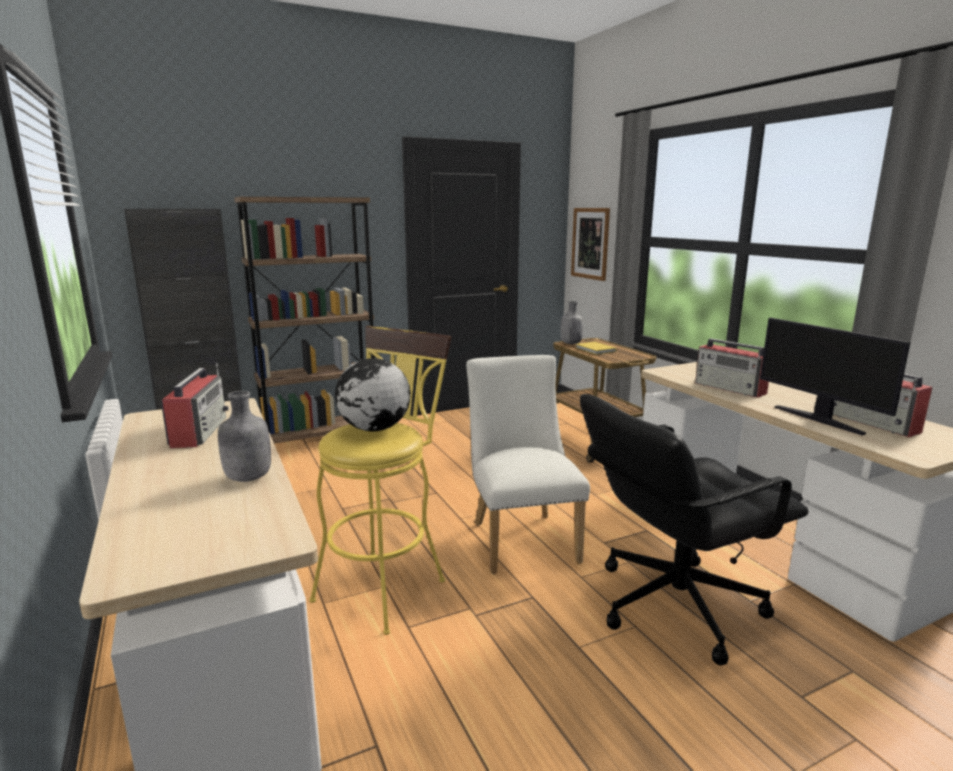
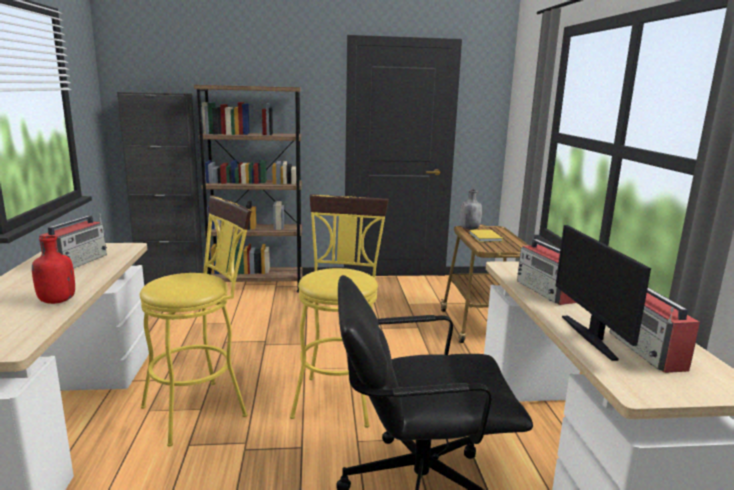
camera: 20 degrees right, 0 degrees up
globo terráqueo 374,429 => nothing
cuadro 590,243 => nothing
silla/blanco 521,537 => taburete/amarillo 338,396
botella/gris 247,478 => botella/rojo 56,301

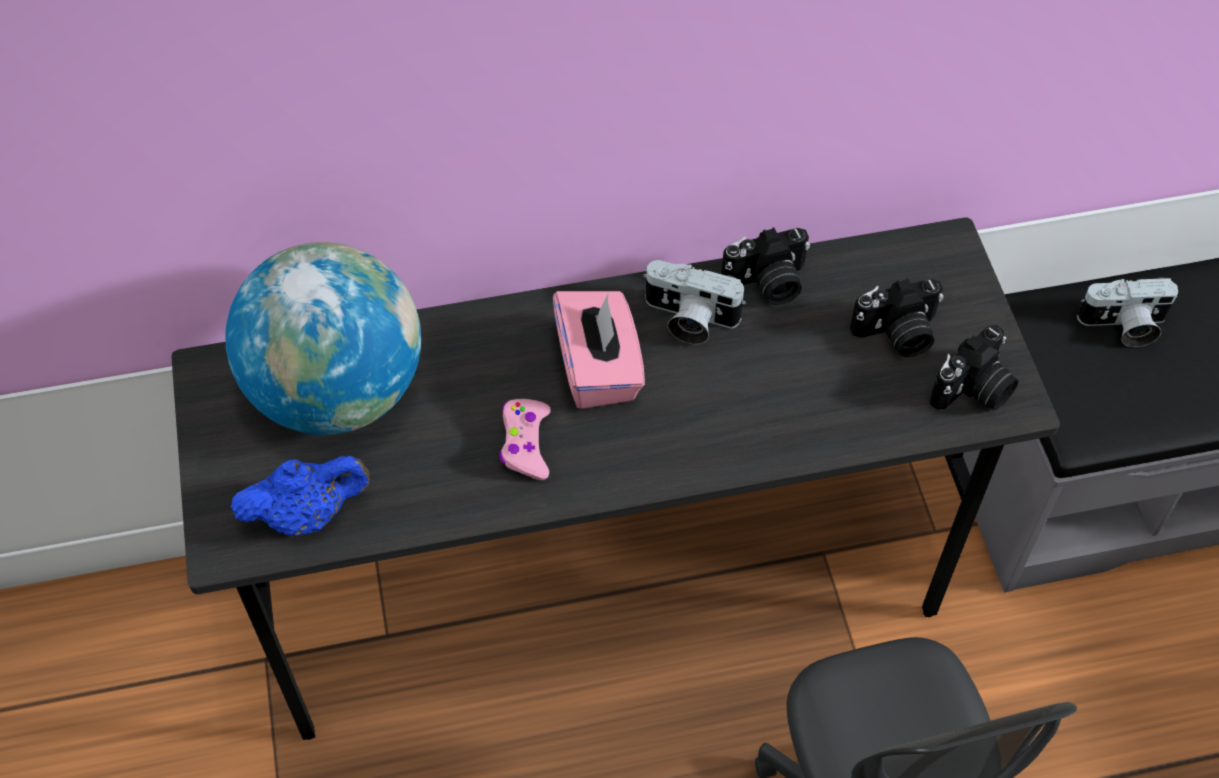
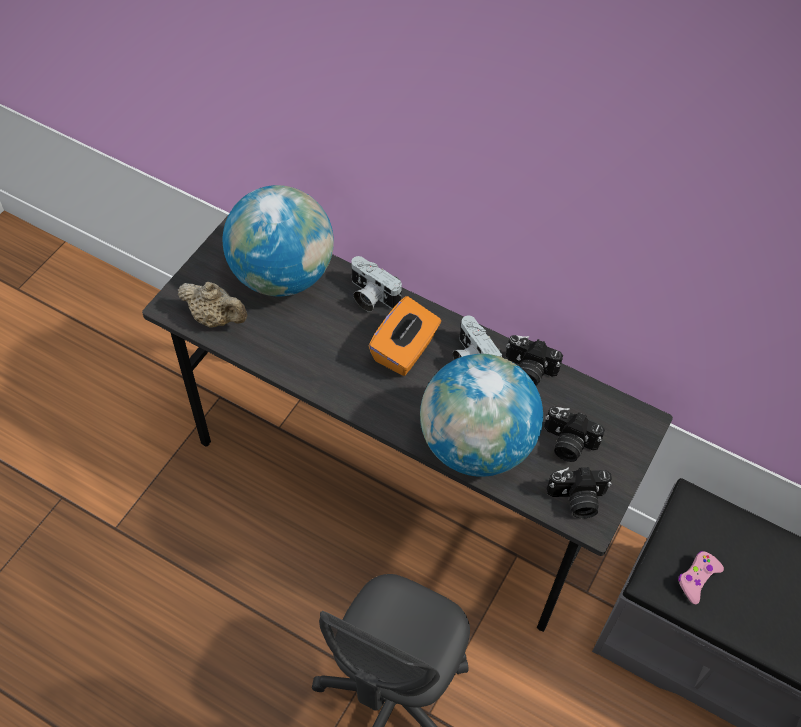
camera: 40 degrees right, 0 degrees up
nothing => globo terráqueo 475,444
mando de consola/rosa 525,444 => mando de consola/rosa 697,578, moved
cámara 1123,326 => cámara 370,296, moved
tetera/azul 308,514 => tetera/beis 216,318
caja de pañuelos/rosa 599,368 => caja de pañuelos/naranja 405,350

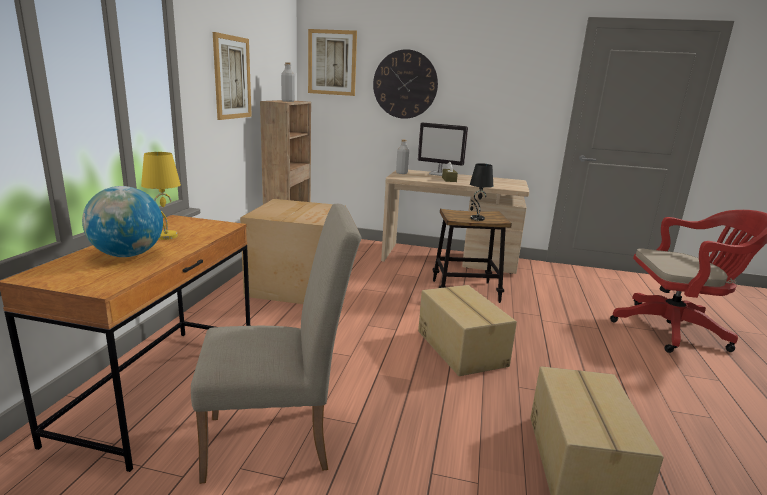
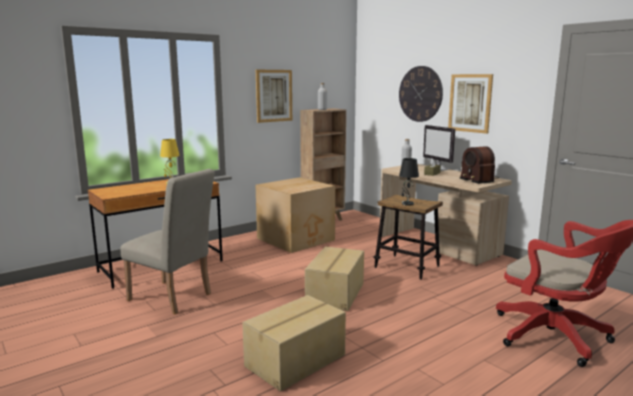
camera: 40 degrees right, 5 degrees down
globo terráqueo 127,255 => nothing
nothing => radio 478,179
cuadro 332,62 => cuadro 470,103, moved

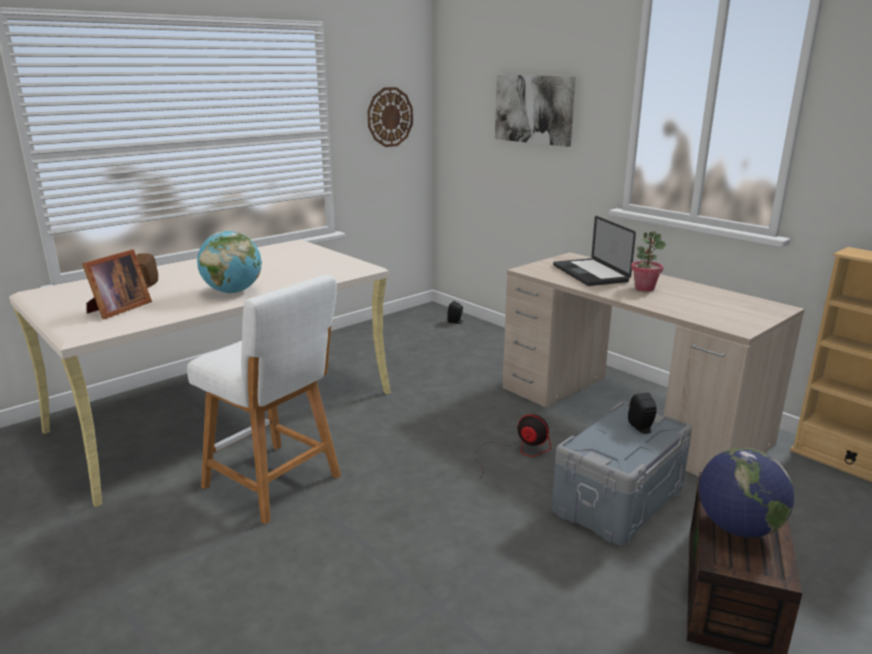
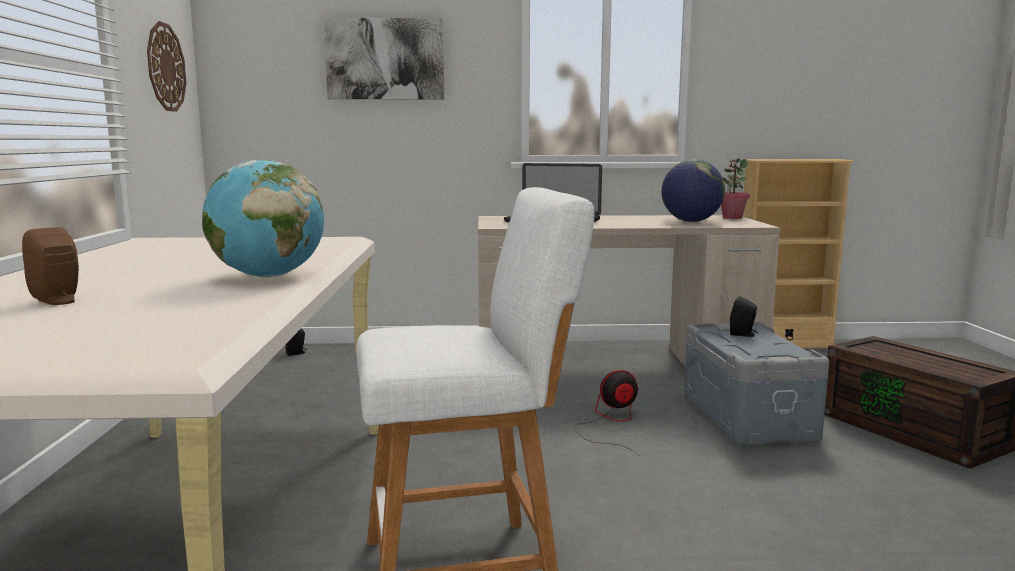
camera: 50 degrees left, 10 degrees down
portarretratos 117,309 => nothing
planta en maceta 644,288 => planta en maceta 732,217, moved
globo terráqueo 738,528 => globo terráqueo 691,221, moved

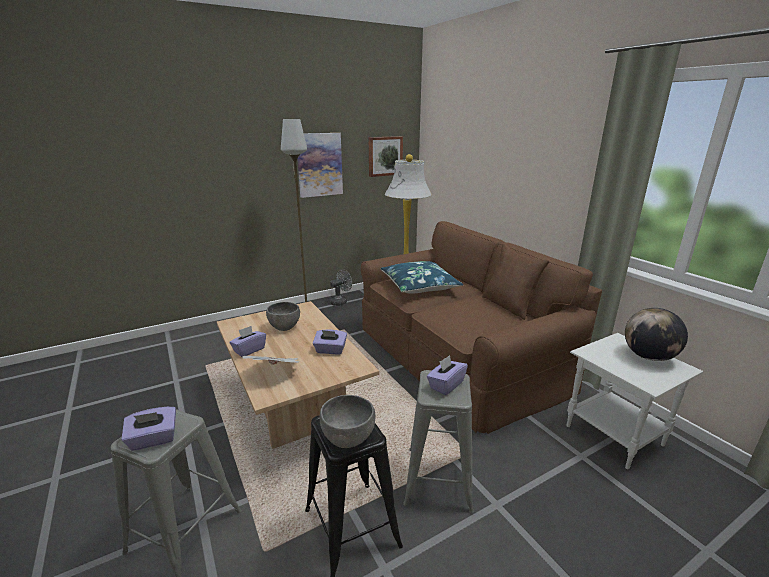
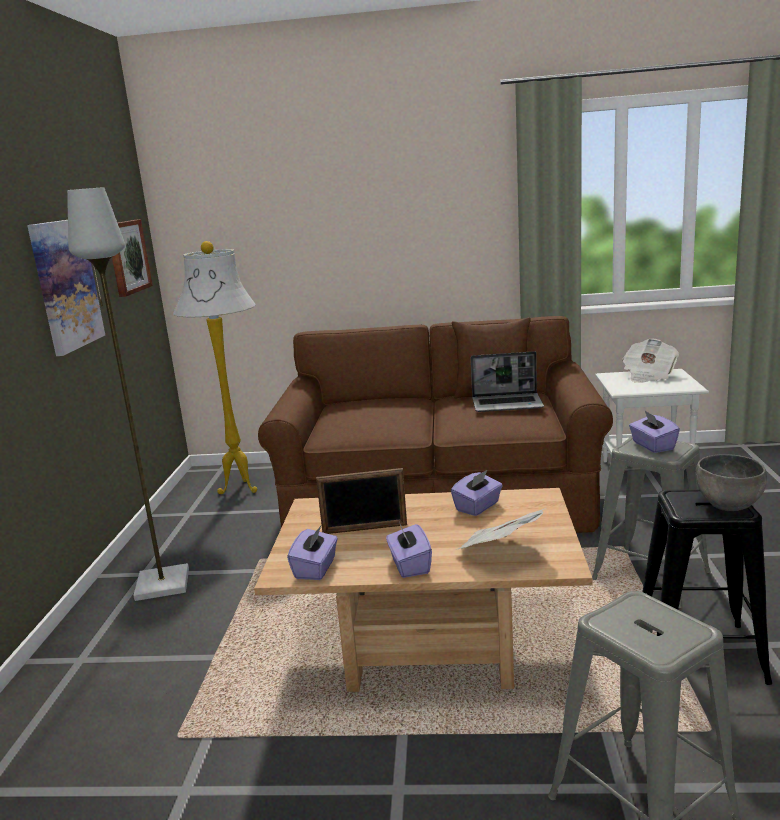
camera: 55 degrees left, 5 degrees down
ventilador/gris 340,301 => nothing
cojín/azul 419,285 => nothing
nothing => portátil 508,404
caja de pañuelos/morado 153,440 => caja de pañuelos/morado 316,568, moved
cuenco/gris 285,327 => portarretratos 365,529
globo terráqueo 648,356 => periódico 648,375

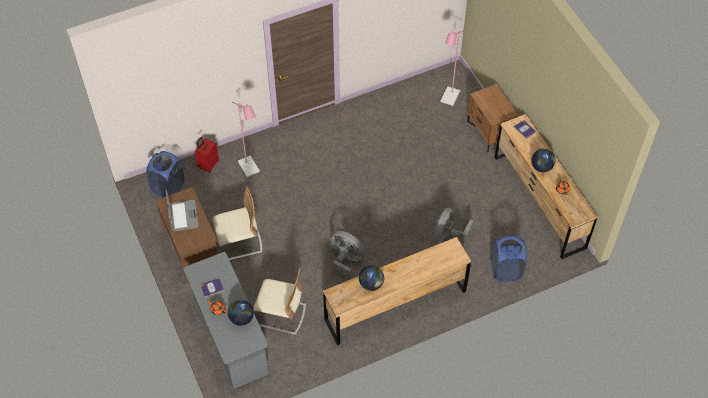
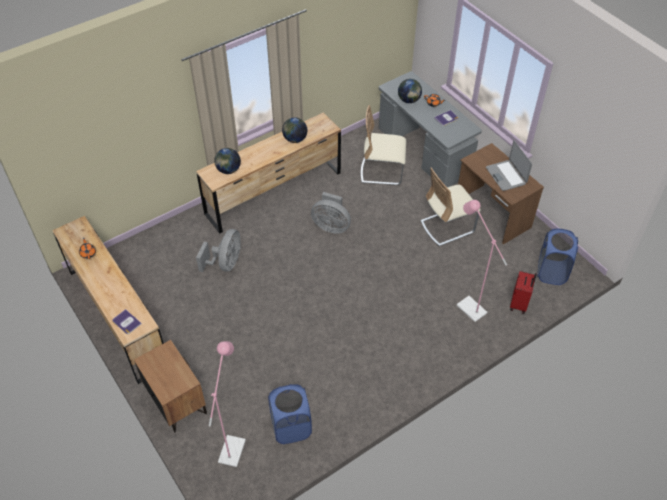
camera: 170 degrees right, 5 degrees down
cesto de la ropa/azul 506,270 => cesto de la ropa/azul 291,427, moved
globo terráqueo 541,167 => globo terráqueo 228,170, moved

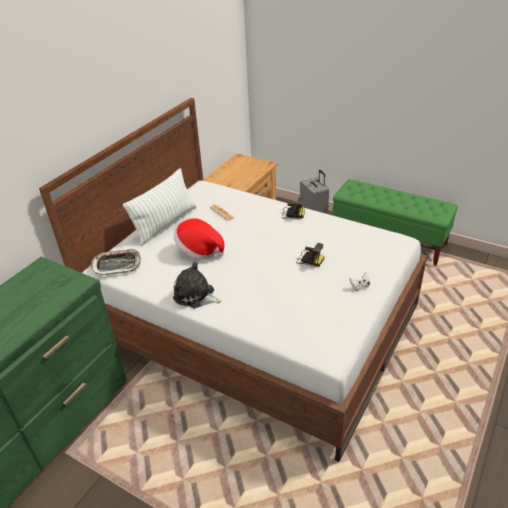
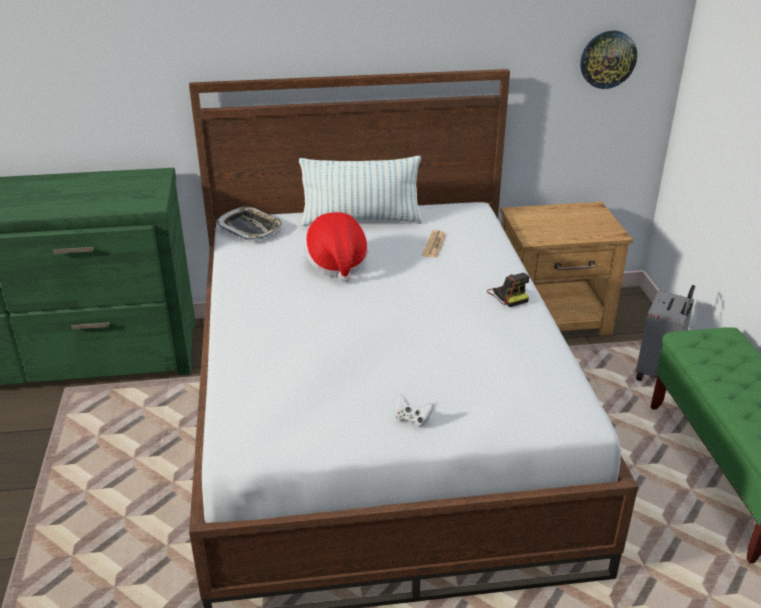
camera: 50 degrees right, 5 degrees down
peluche 196,296 => nothing
cámara 309,259 => nothing
nothing => reloj de pared 607,59

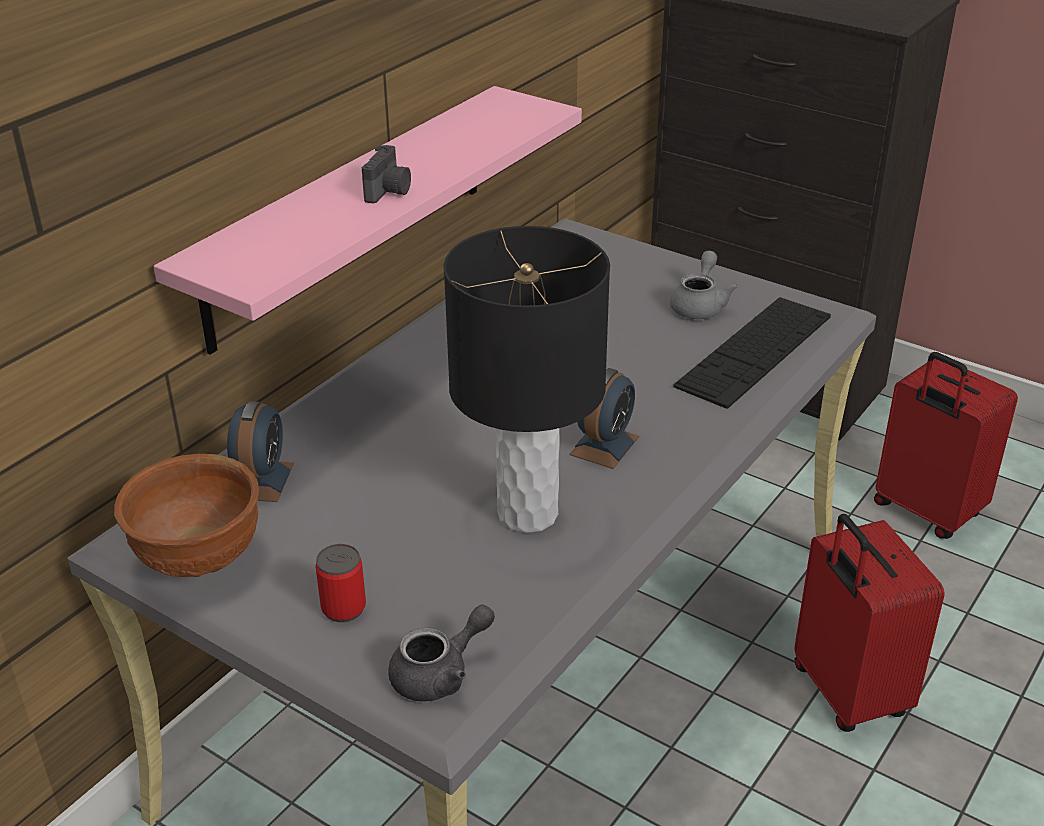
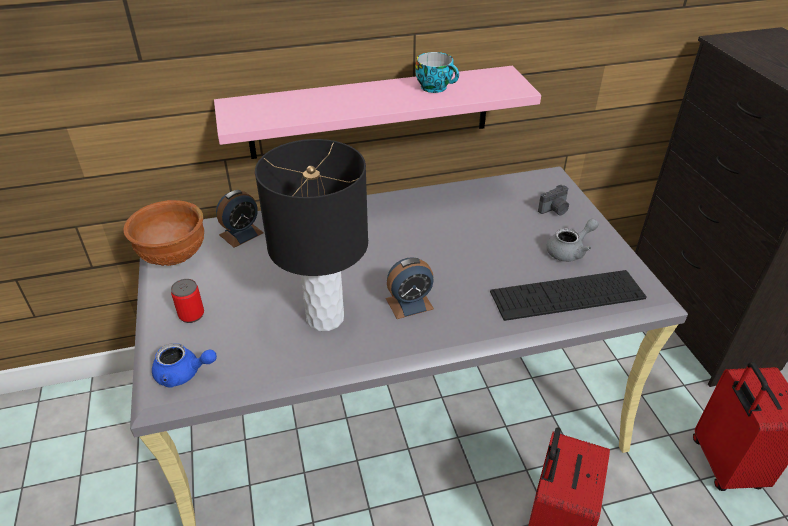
camera: 40 degrees right, 5 degrees up
nothing => taza 436,87
cámara 389,191 => cámara 554,210, moved
tetera/gris 440,674 => tetera/azul 183,374

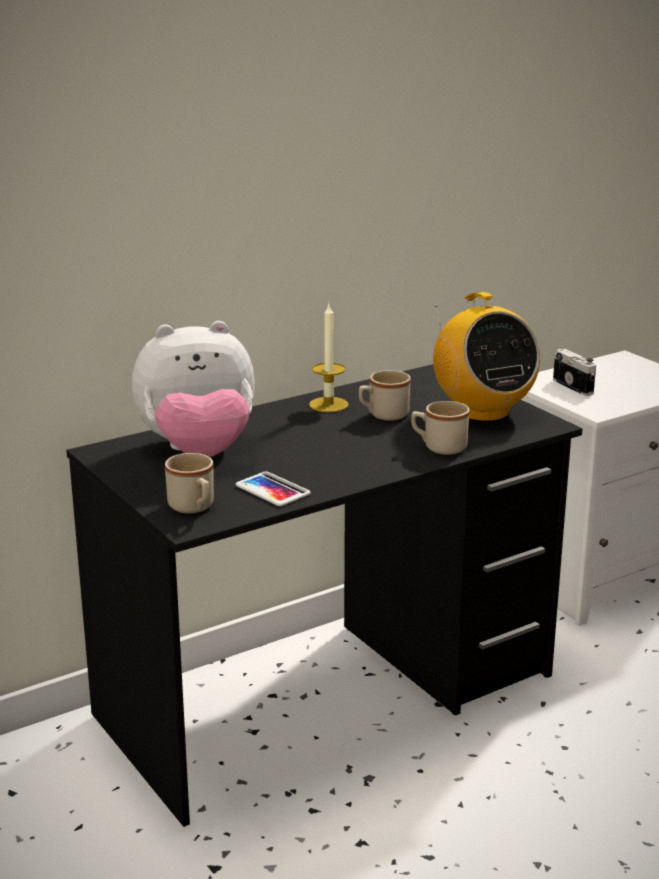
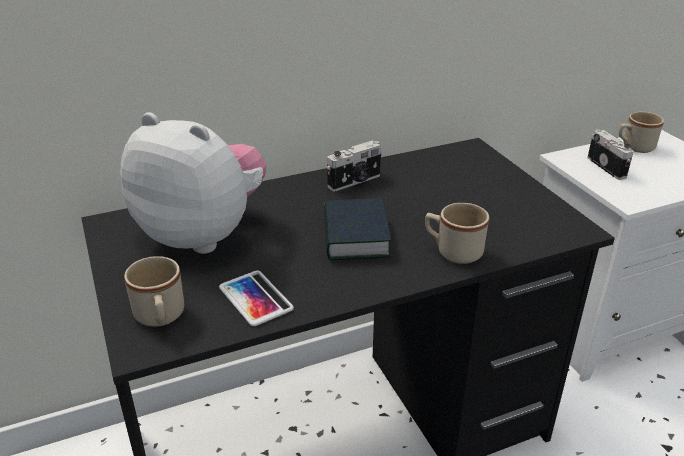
camera: 10 degrees right, 10 degrees up
radio 482,412 => nothing
nothing => libro 355,237
taza grande/beis 383,415 => taza grande/beis 634,147, moved
vela 328,405 => cámara 355,182
peluche 198,452 => peluche 203,234, 150 degrees counterclockwise

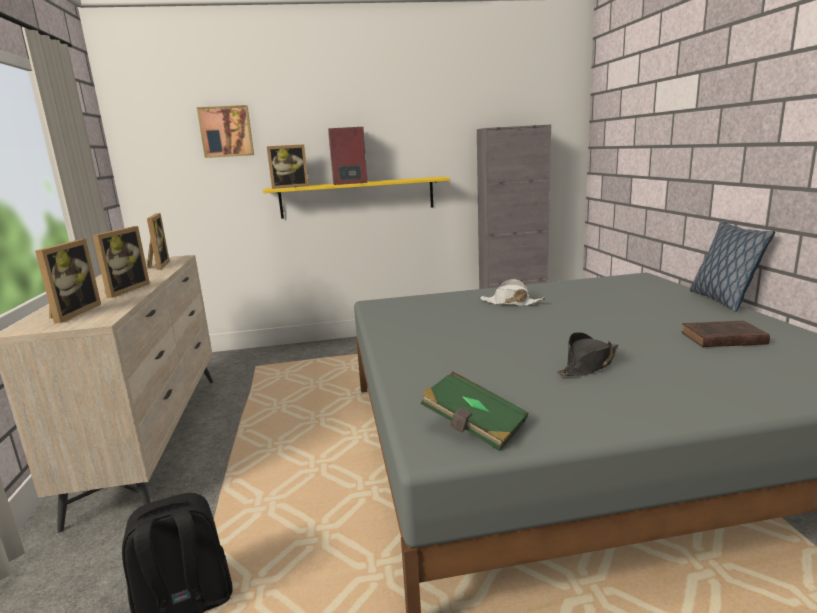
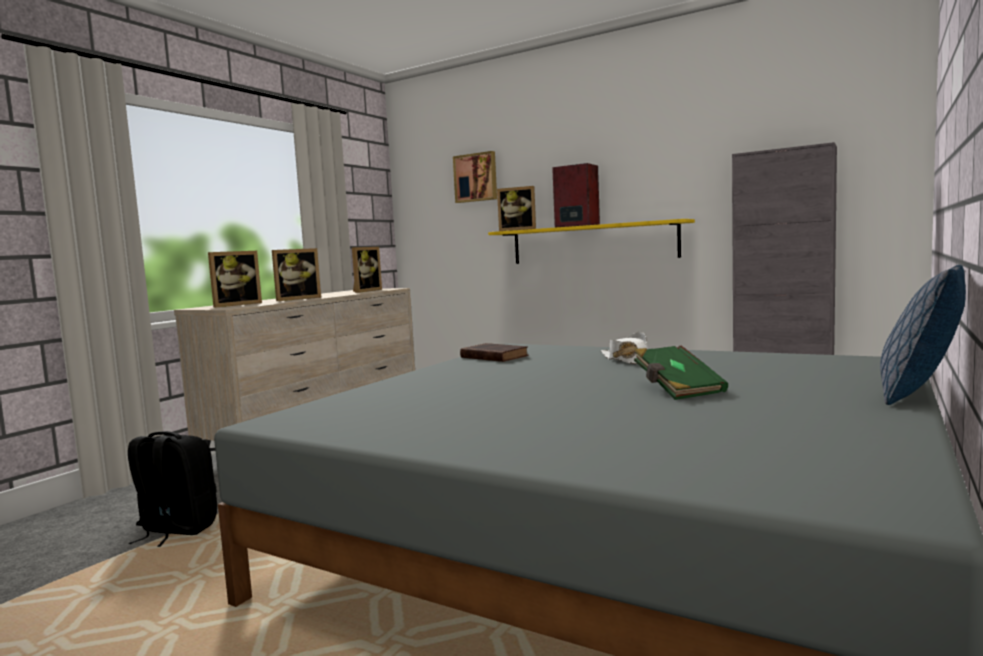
camera: 40 degrees right, 10 degrees down
sombrero/negro 588,365 => nothing
libro/verde 474,427 => libro/verde 677,389, moved
libro/marrón 721,338 => libro/marrón 492,356, moved

